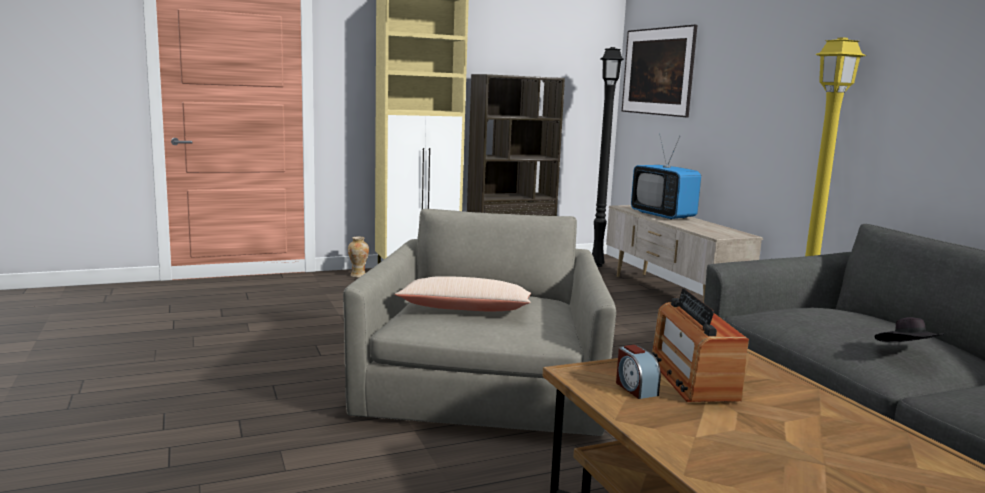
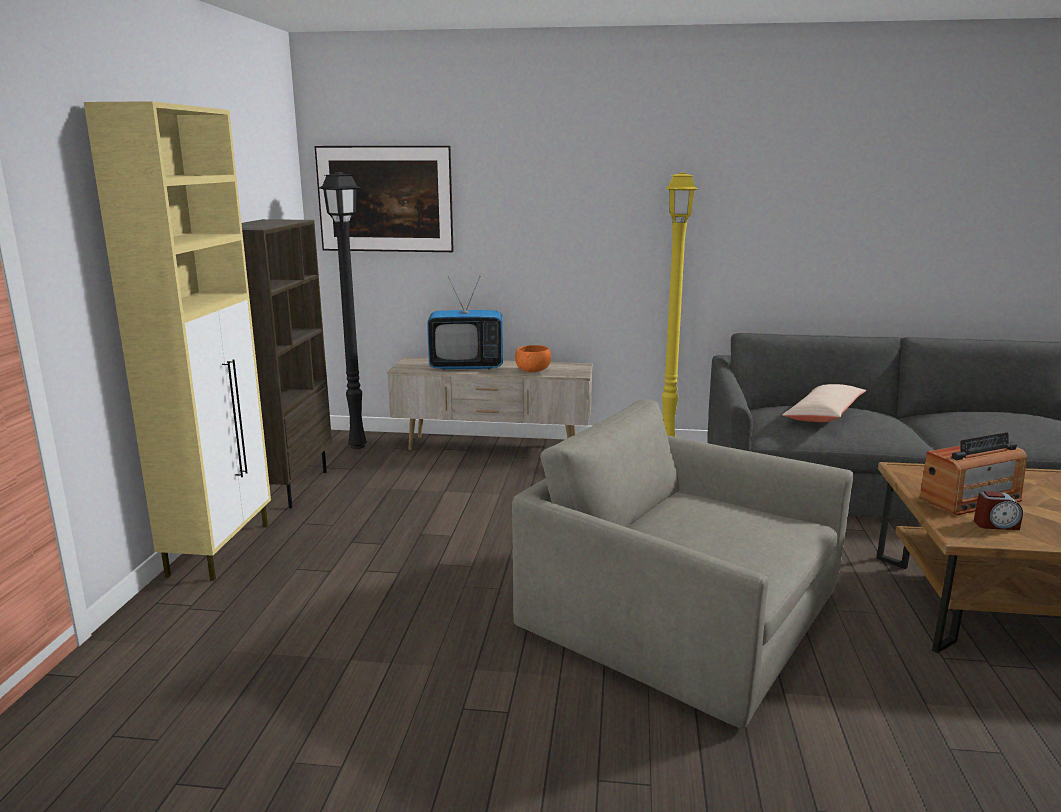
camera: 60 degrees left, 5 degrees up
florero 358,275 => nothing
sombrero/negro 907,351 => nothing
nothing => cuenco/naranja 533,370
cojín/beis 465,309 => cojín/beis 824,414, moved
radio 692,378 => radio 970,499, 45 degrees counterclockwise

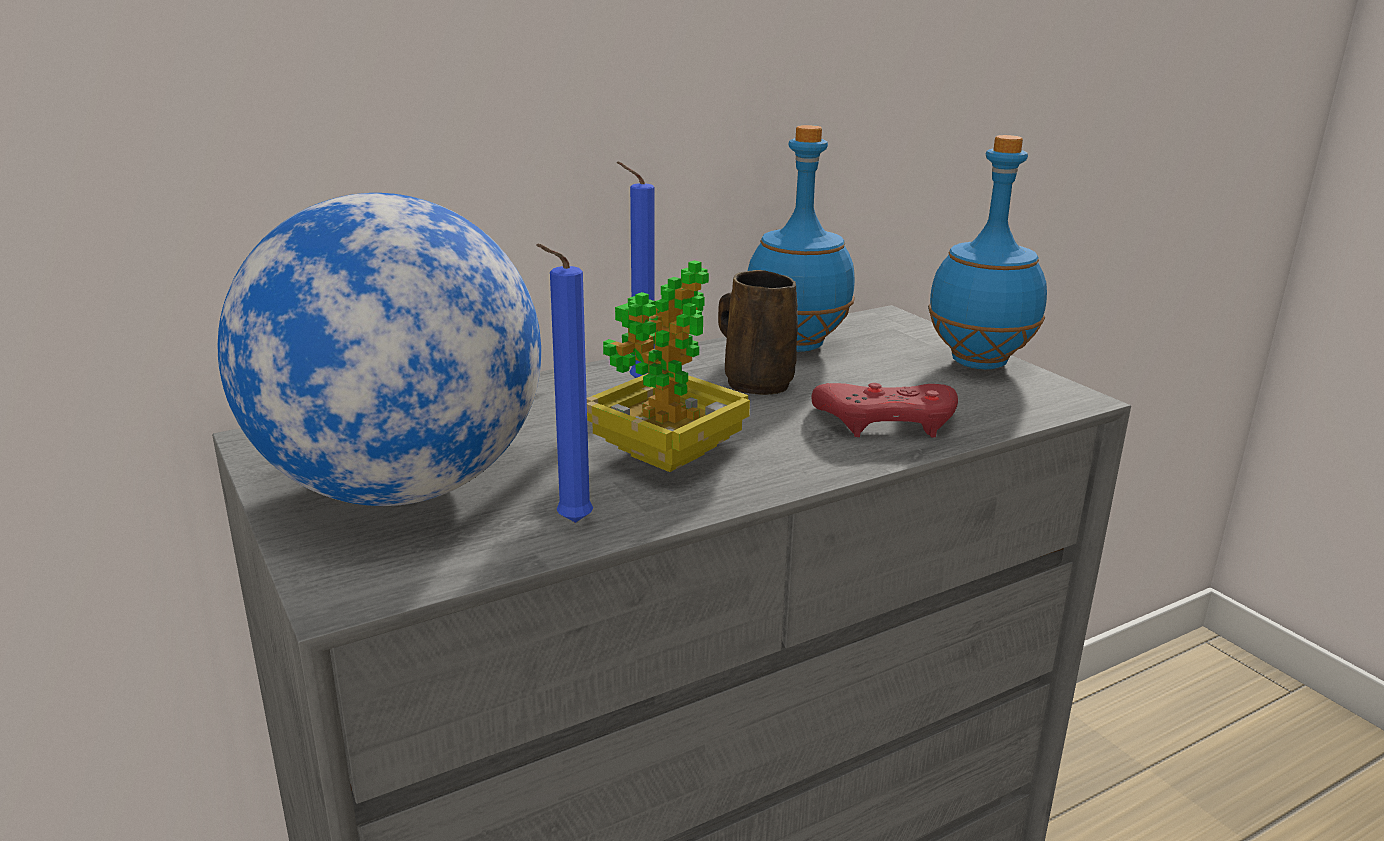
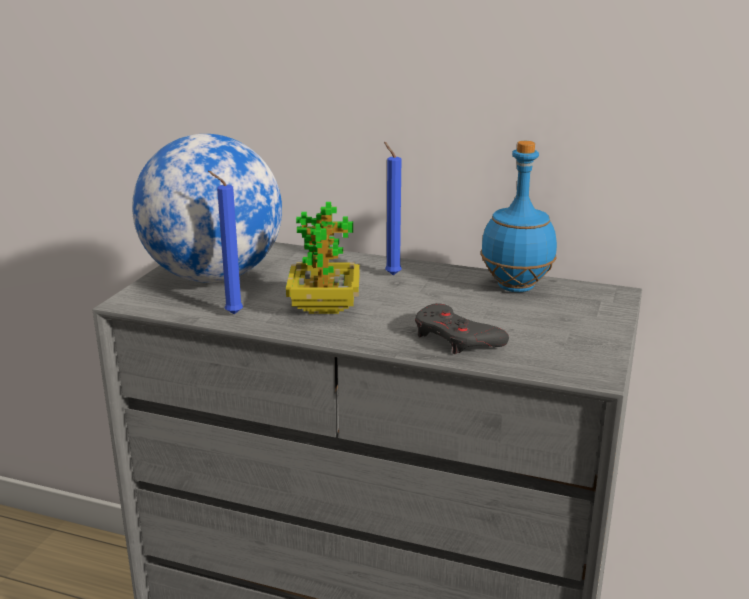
camera: 50 degrees right, 0 degrees up
taza grande/marrón 755,382 => nothing
botella/azul 980,362 => nothing
mando de consola/rojo 887,420 => mando de consola/gris 456,338

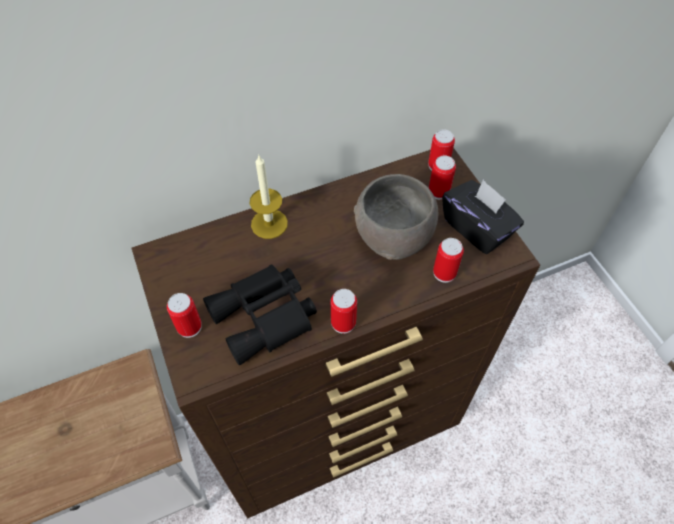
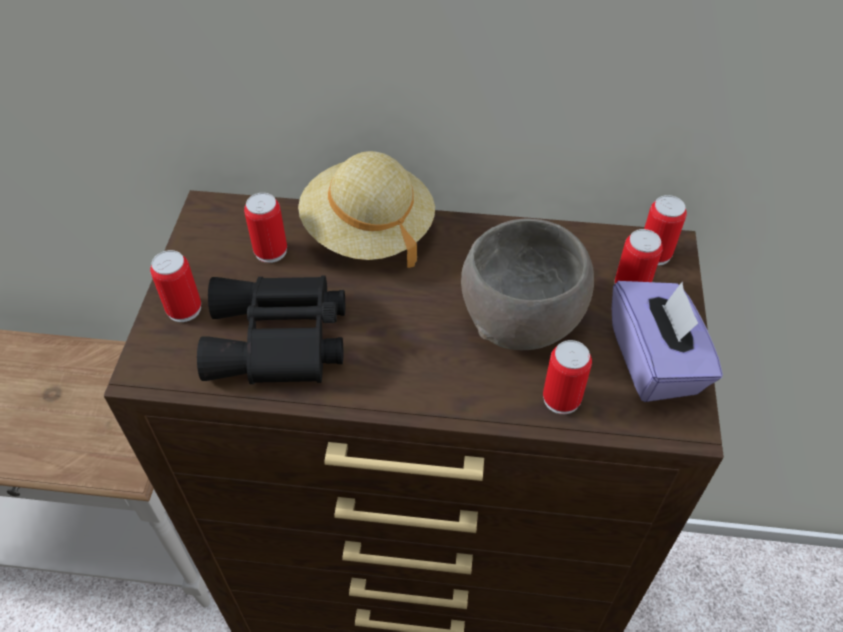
camera: 30 degrees right, 5 degrees down
lata 343,323 => lata 270,251, moved
vela 269,224 => sombrero/beis 368,231
caja de pañuelos/negro 477,228 => caja de pañuelos/morado 655,361

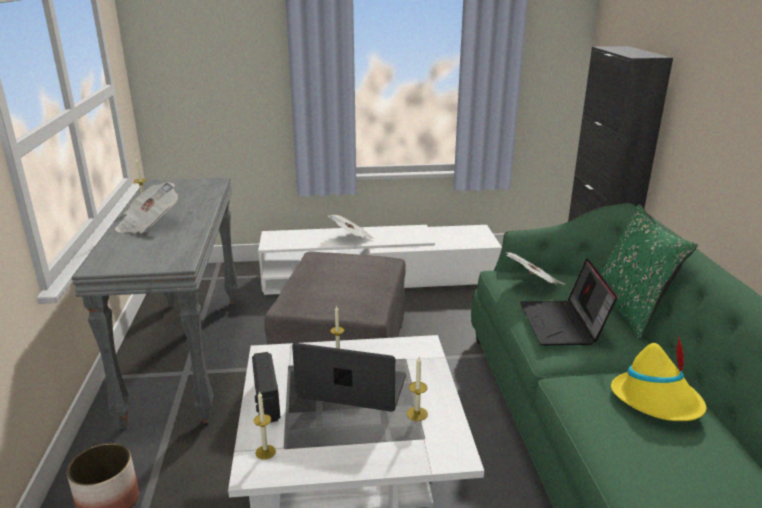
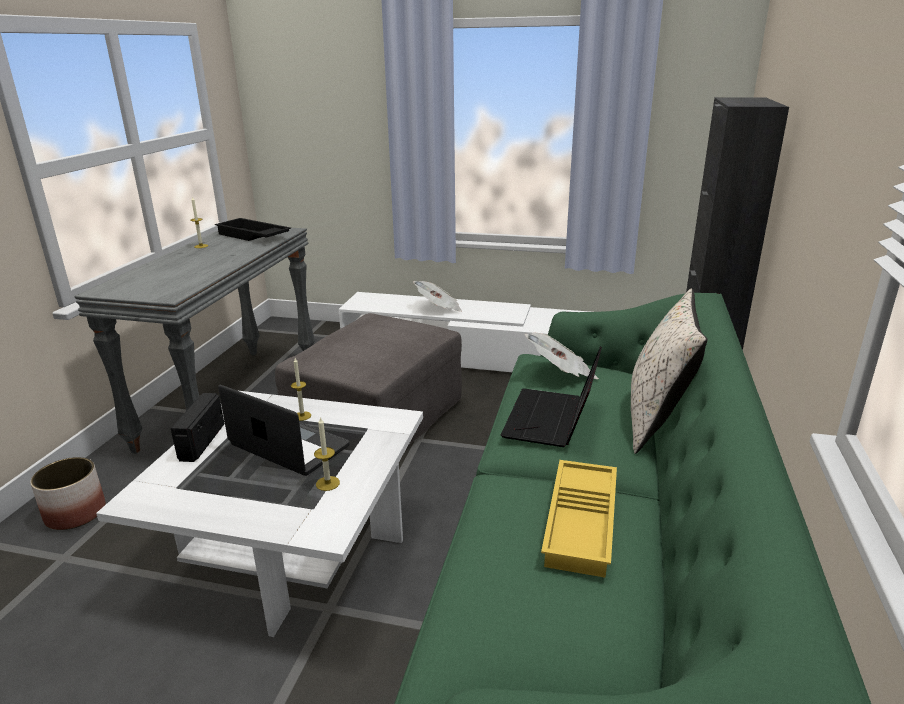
camera: 20 degrees right, 0 degrees up
periódico 149,224 => nothing
vela 265,452 => nothing
nothing => bandeja/negro 252,236
sombrero/amarillo 657,401 => bandeja/amarillo 583,523
cojín/verde 630,310 => cojín/beis 657,420

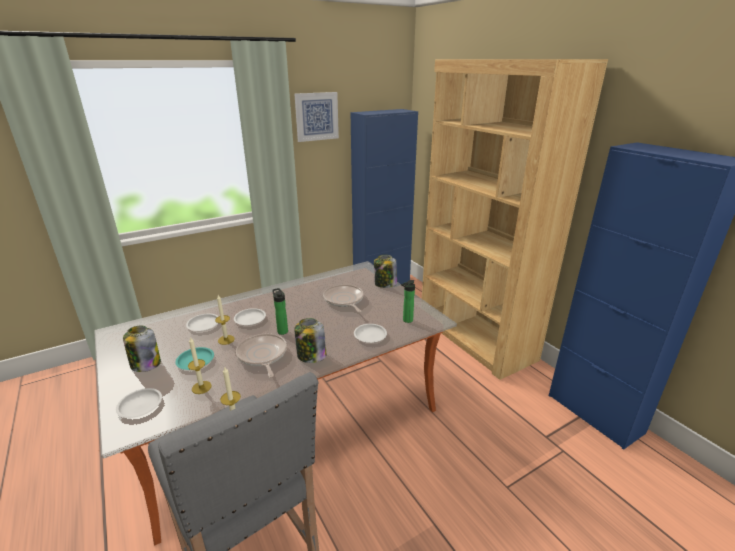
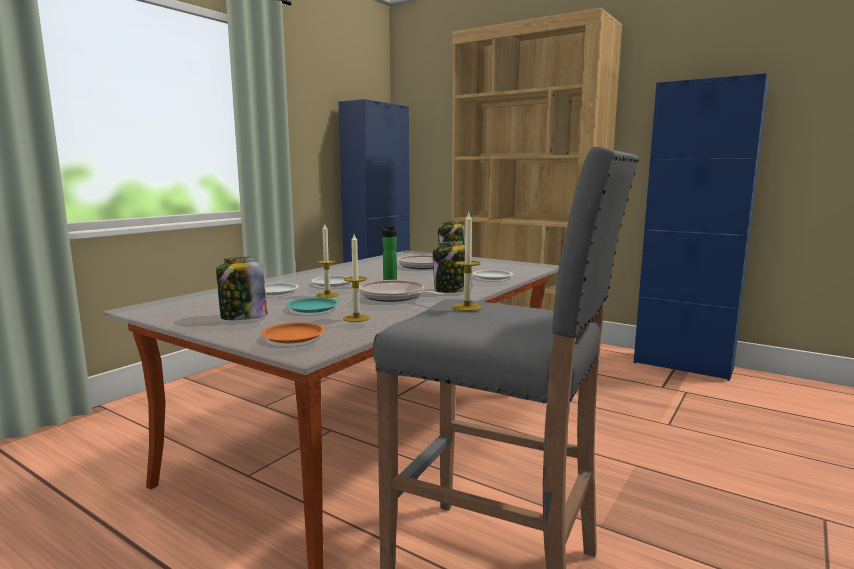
camera: 25 degrees left, 15 degrees down
cuadro 316,116 => nothing
botella 406,320 => nothing
plato/blanco 140,405 => plato/naranja 293,336

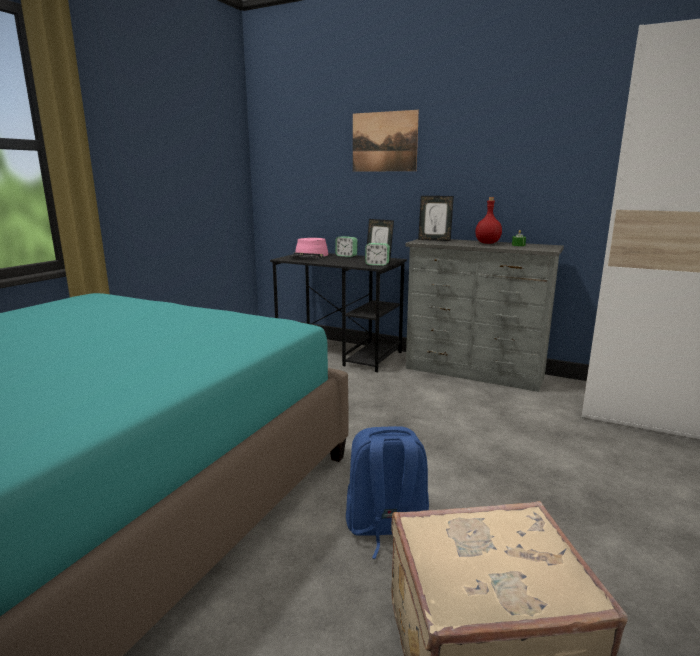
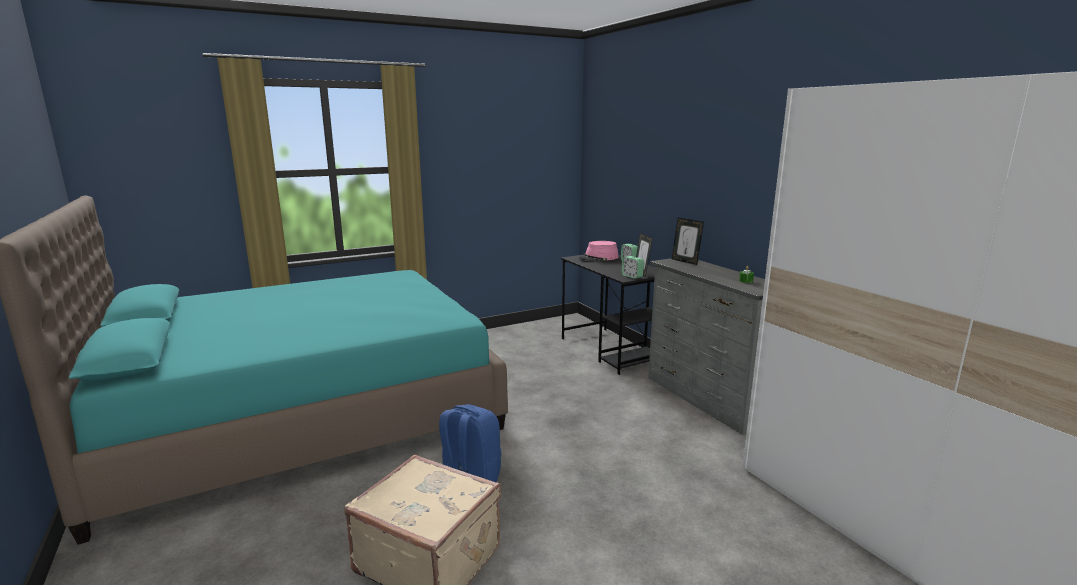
camera: 35 degrees right, 0 degrees up
cuadro 384,142 => nothing
botella/rojo 488,243 => nothing

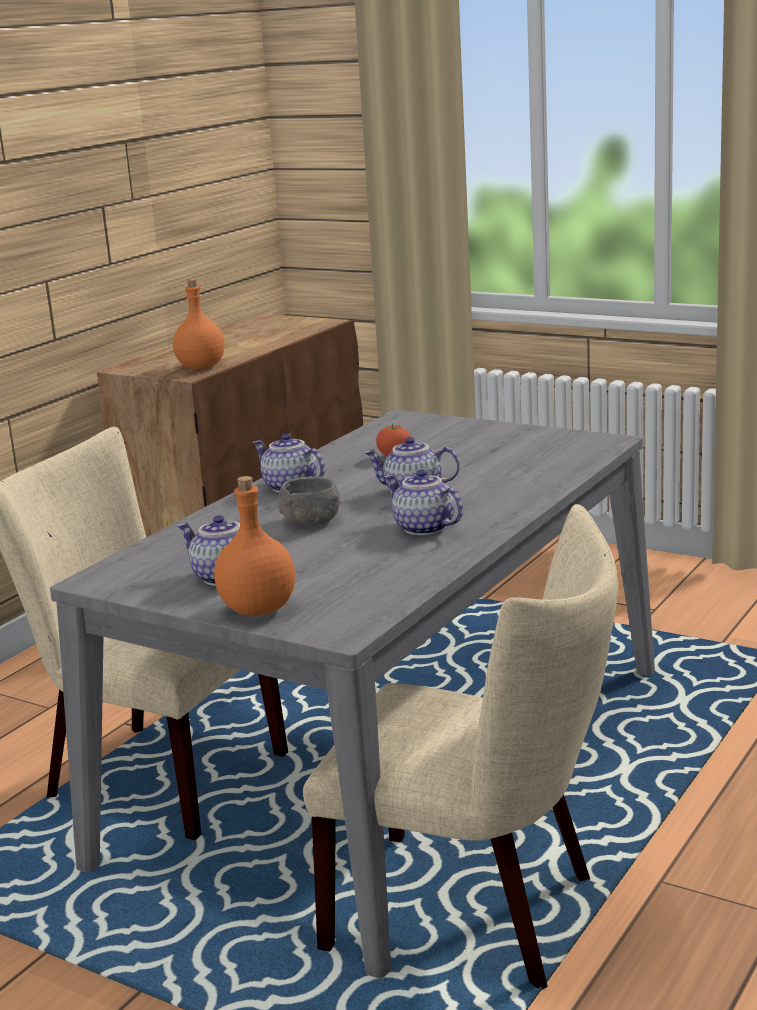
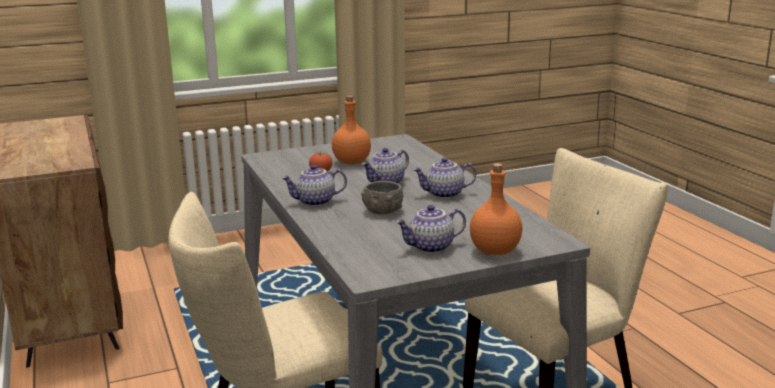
camera: 55 degrees left, 0 degrees up
botella/naranja 202,367 => botella/naranja 351,162, moved

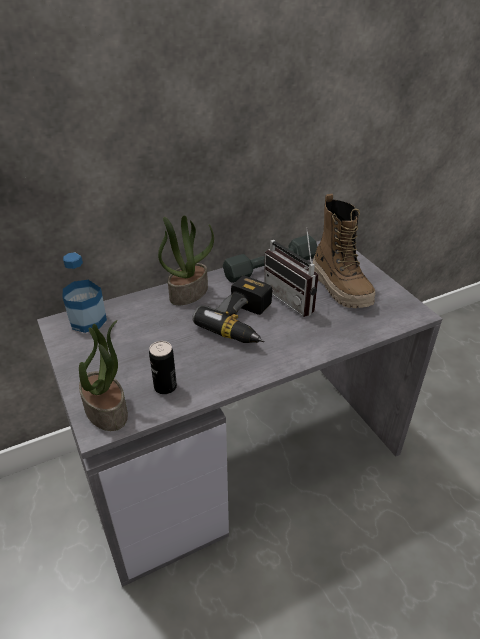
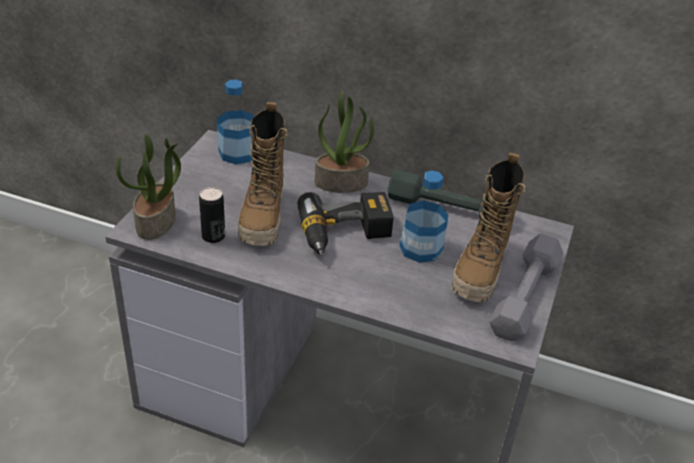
camera: 45 degrees right, 0 degrees up
nothing => bota 263,218
nothing => mancuerna/gris 525,296
radio 294,298 => botella 421,248

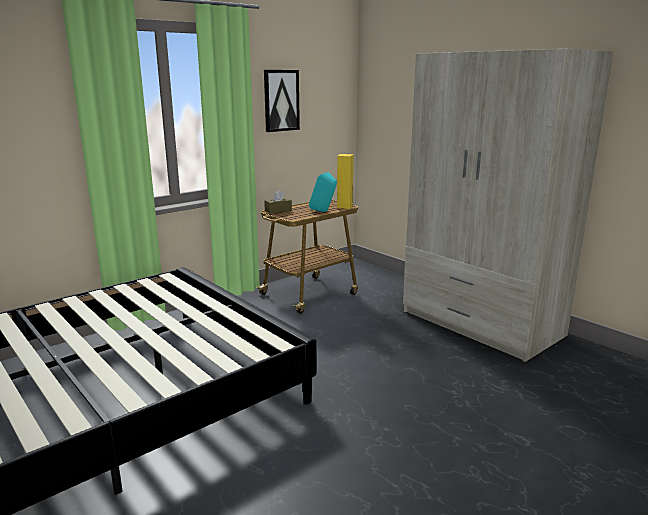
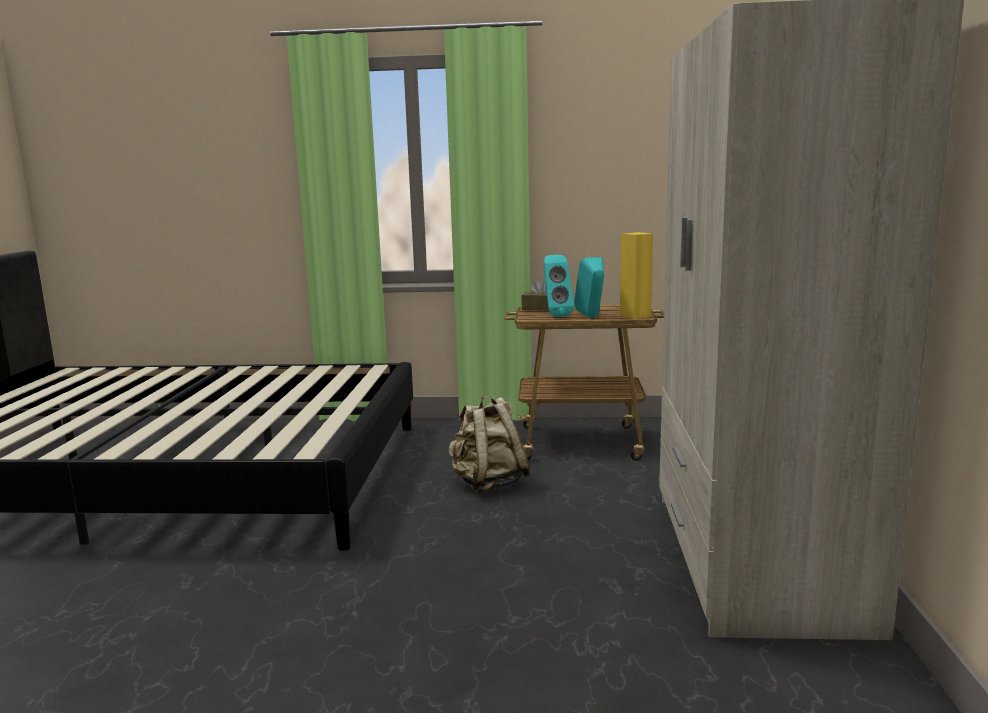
camera: 45 degrees right, 5 degrees down
cuadro 281,100 => nothing
nothing => mochila/beis 488,484
nothing => altavoz/turquesa 555,315

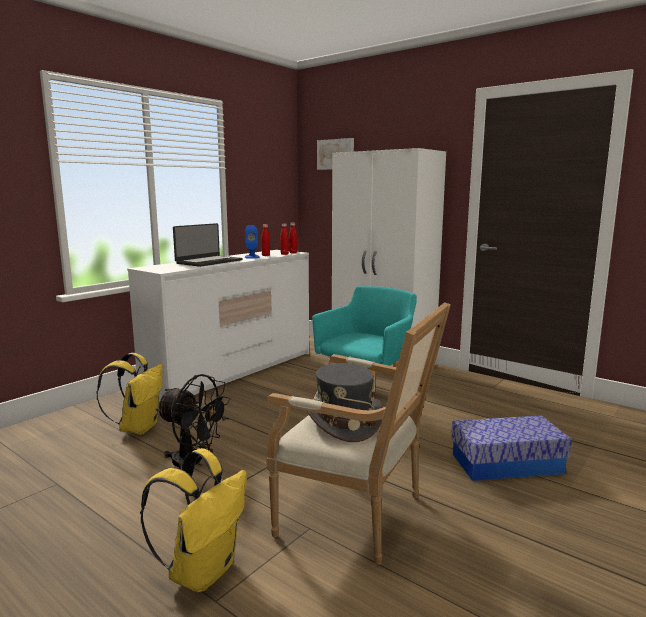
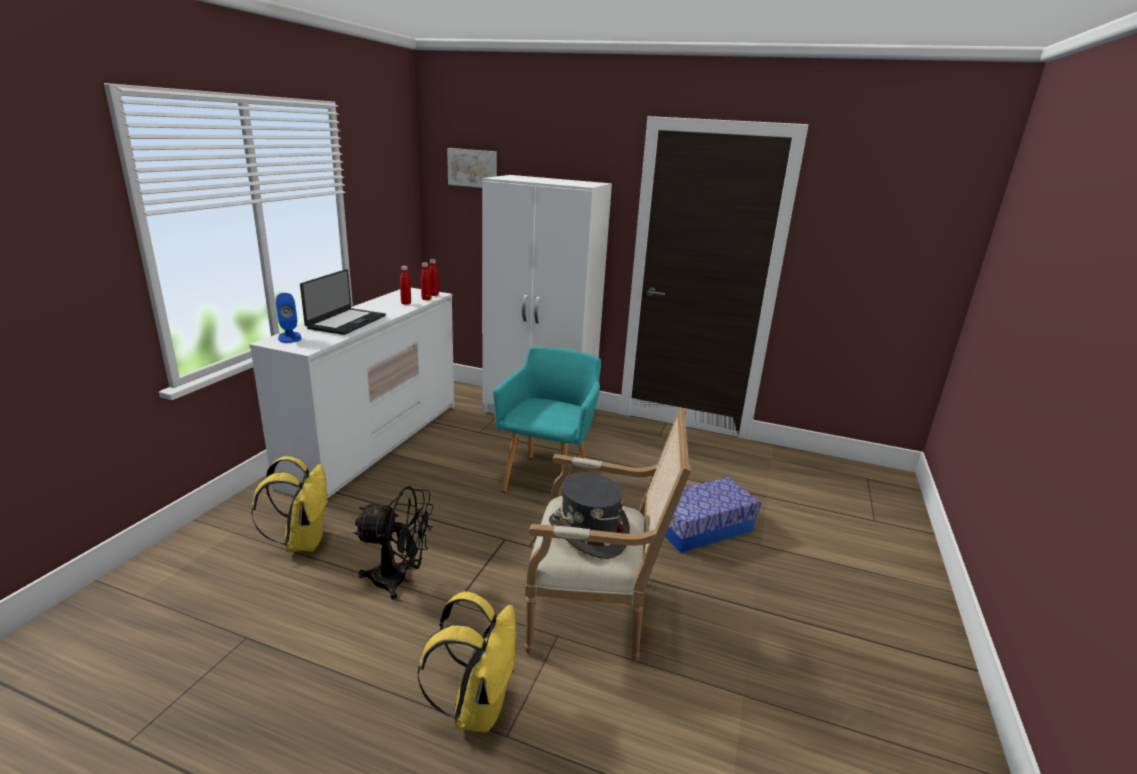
camera: 20 degrees left, 10 degrees up
altavoz/azul 252,257 => altavoz/azul 289,337, moved

